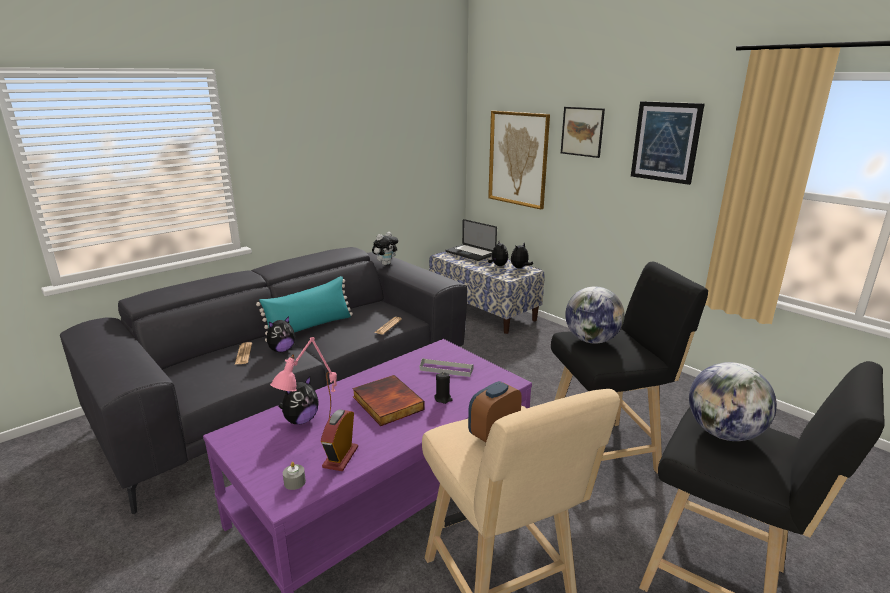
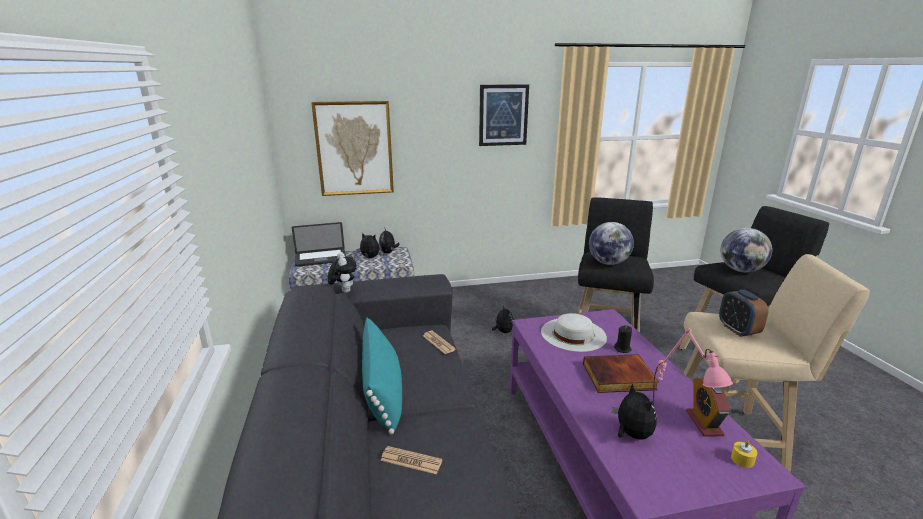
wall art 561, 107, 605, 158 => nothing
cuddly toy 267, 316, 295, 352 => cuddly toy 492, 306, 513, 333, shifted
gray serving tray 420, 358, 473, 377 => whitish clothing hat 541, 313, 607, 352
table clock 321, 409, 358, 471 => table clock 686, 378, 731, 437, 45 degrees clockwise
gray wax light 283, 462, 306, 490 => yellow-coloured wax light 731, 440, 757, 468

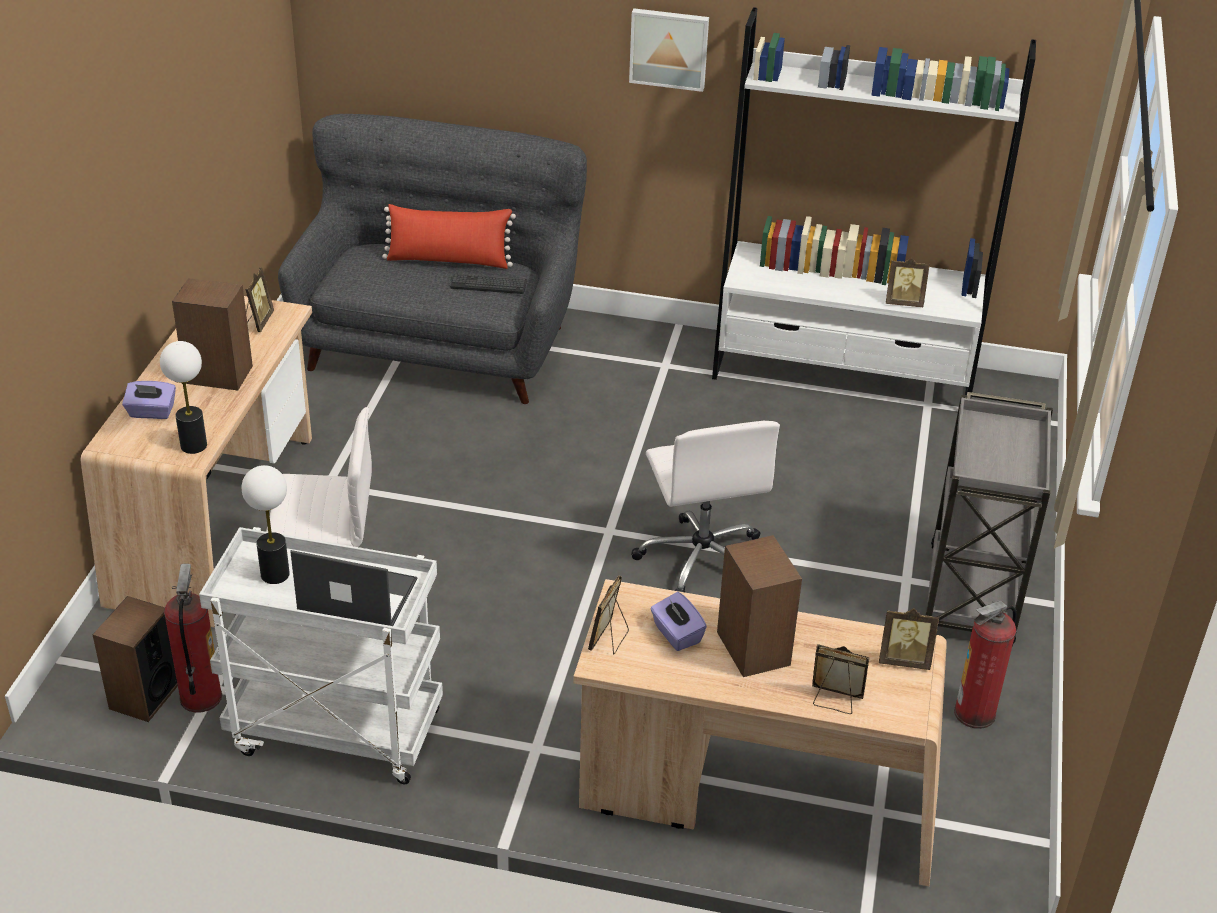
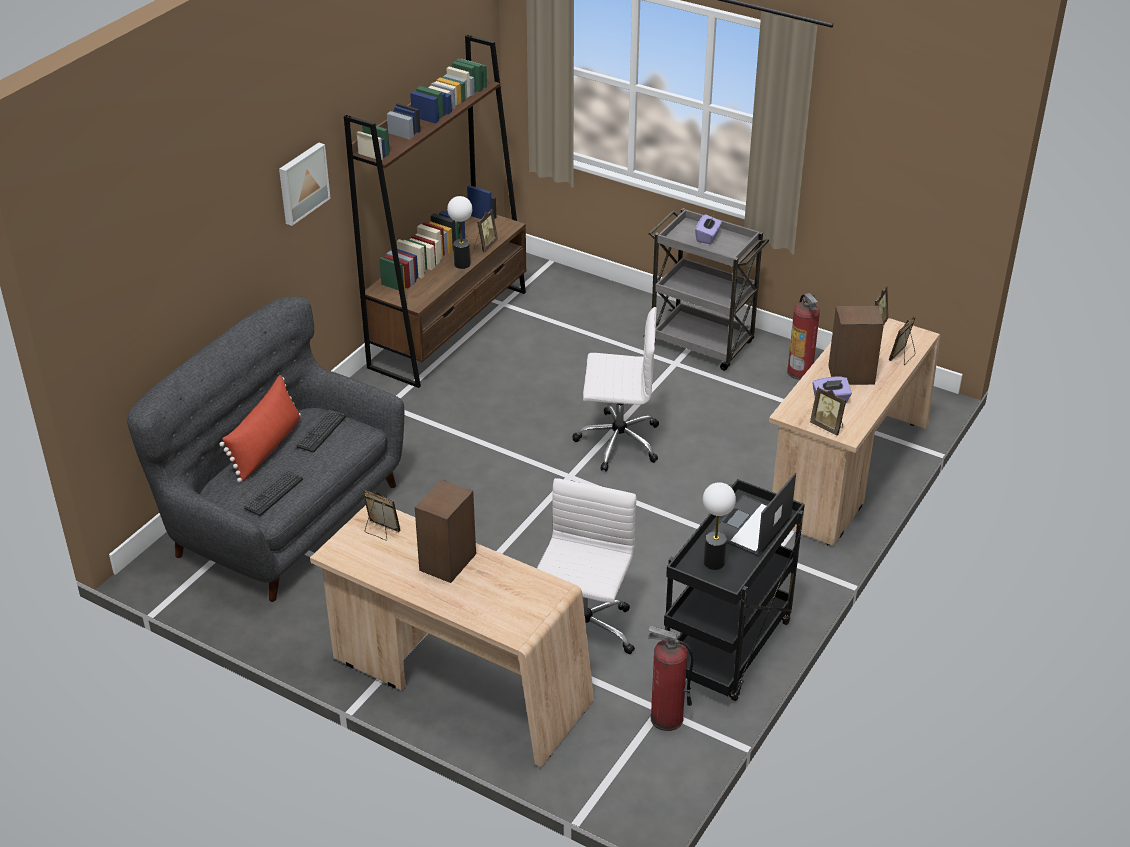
whitish bookshelf 712, 7, 1036, 399 => brown bookshelf 344, 35, 526, 388
tabletop lamp 160, 341, 207, 454 => tabletop lamp 447, 196, 472, 269, shifted
purple box of tissues 122, 381, 176, 419 => purple box of tissues 695, 214, 722, 244, shifted
whitish trolley 199, 527, 443, 784 => black trolley 664, 479, 805, 701
loudspeaker 93, 596, 178, 722 => nothing
nothing => keyboard 244, 470, 303, 516

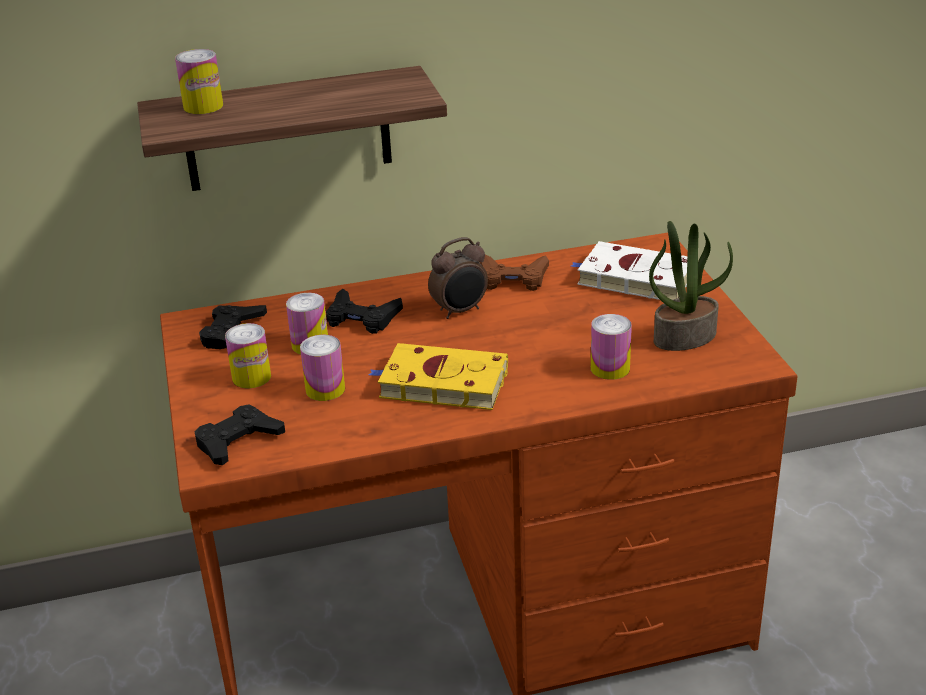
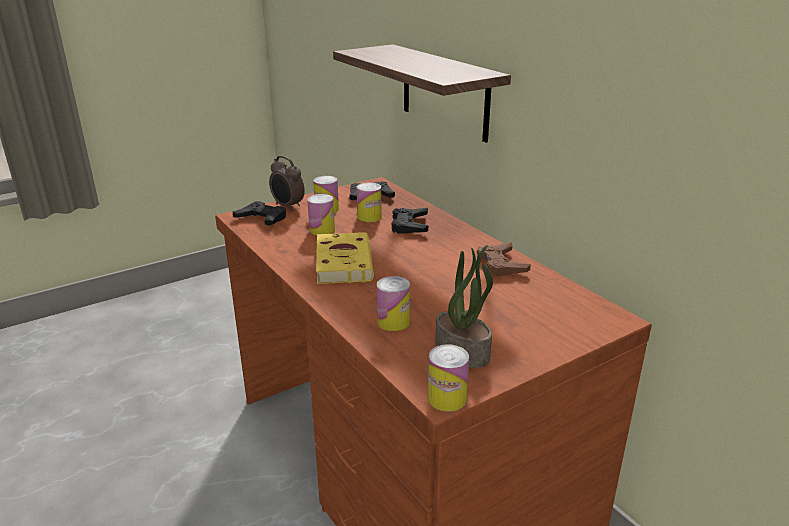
can 175, 49, 223, 114 => can 428, 344, 469, 411, shifted
table clock 428, 237, 488, 319 => table clock 269, 156, 305, 211, shifted
whitish volume 571, 241, 687, 300 => nothing

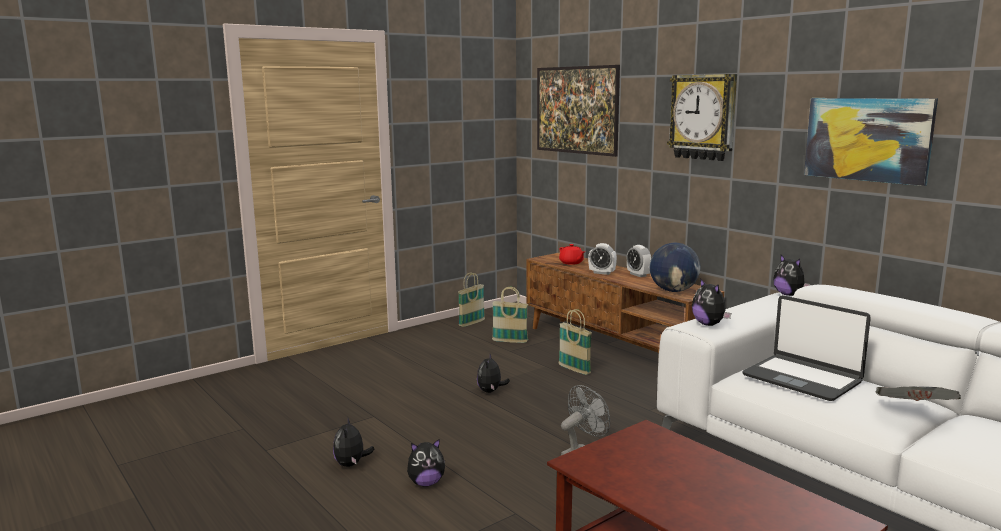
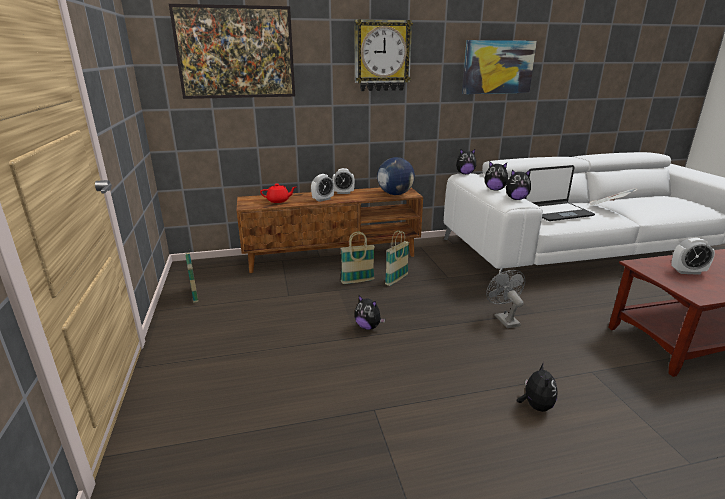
basket 492, 287, 528, 343 => basket 385, 230, 410, 286, shifted
cuddly toy 333, 418, 374, 467 => cuddly toy 485, 161, 508, 191, shifted
nothing => table clock 671, 238, 715, 275

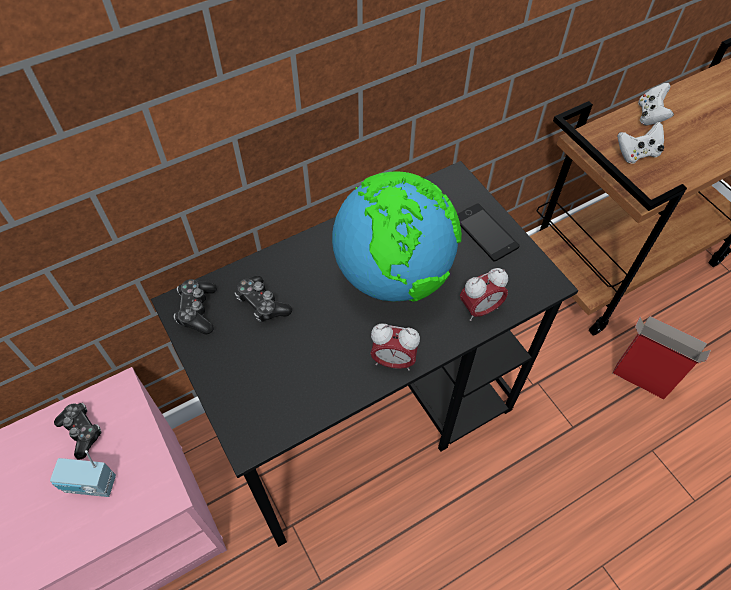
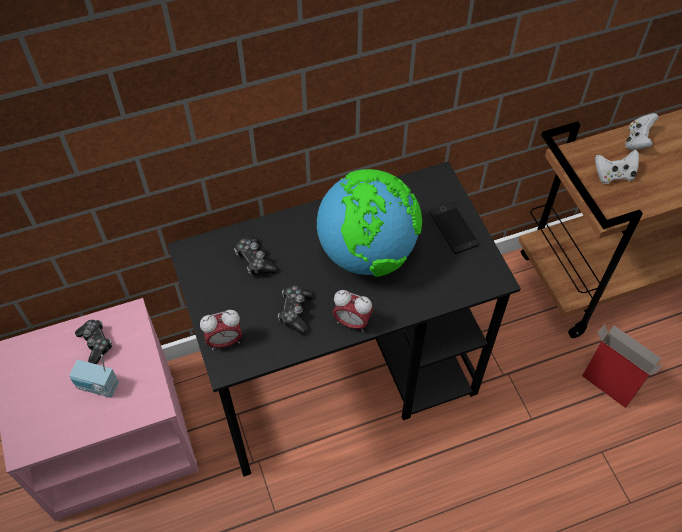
table clock 460, 268, 508, 321 => table clock 200, 310, 242, 350, shifted
gamepad 174, 279, 217, 334 => gamepad 278, 285, 314, 334, shifted

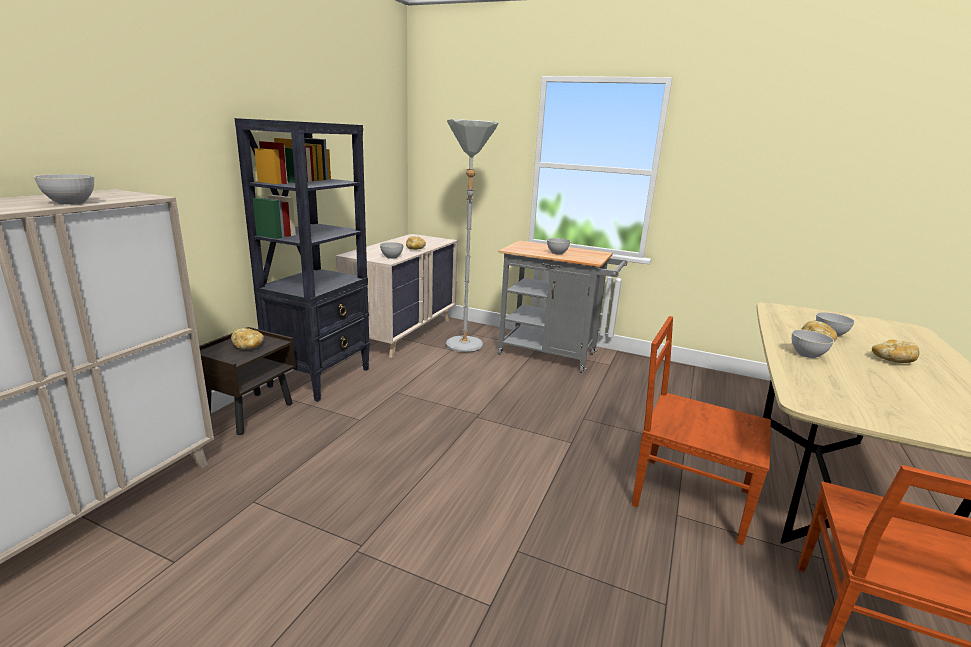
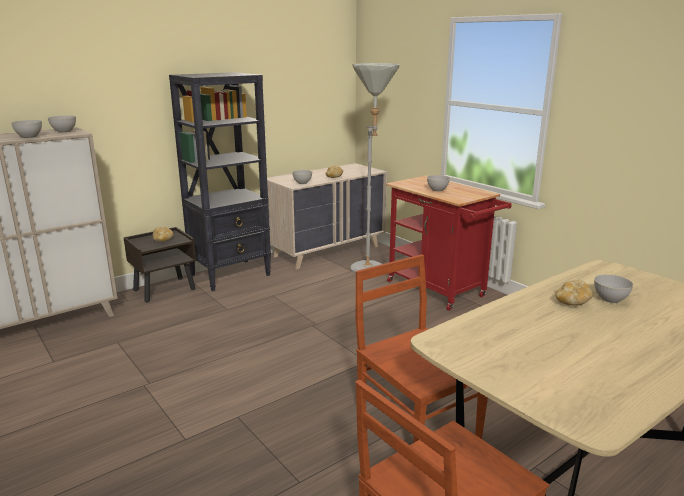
gray trolley 498, 241, 627, 373 => reddish trolley 386, 176, 512, 311
gray bowl 792, 330, 834, 358 => gray bowl 48, 116, 76, 133, shifted
bakery bread 872, 340, 920, 363 => nothing

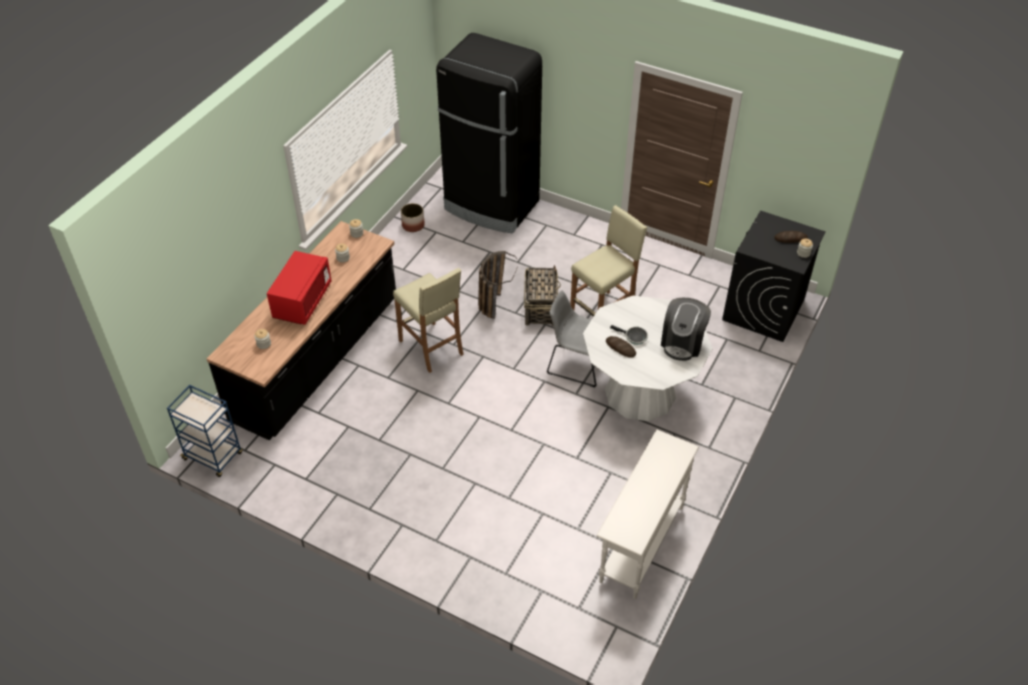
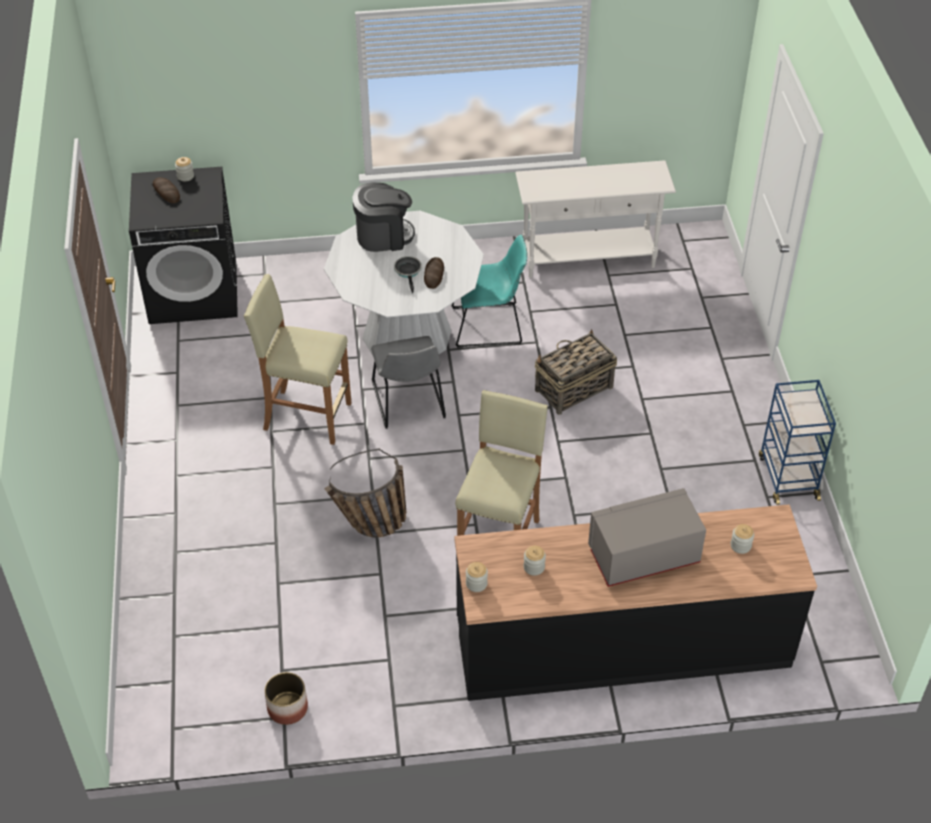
black fridge 436, 33, 542, 233 => nothing
reddish microwave 267, 251, 332, 325 => gray microwave 588, 488, 706, 587
basket 524, 265, 561, 326 => basket 535, 329, 617, 415, shifted
blue-coloured trolley 167, 385, 243, 477 => blue-coloured trolley 759, 380, 836, 505, shifted
nothing => turquoise-coloured chair 451, 235, 527, 348

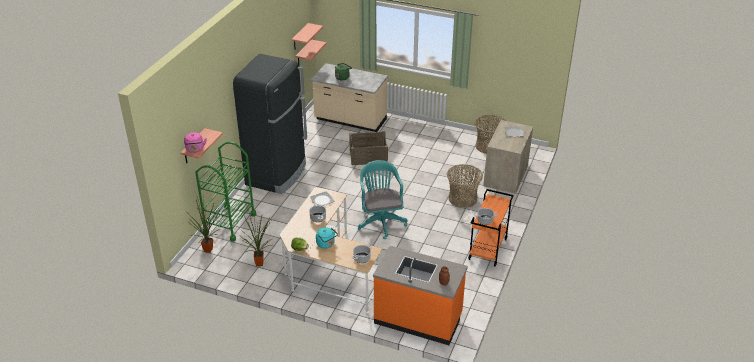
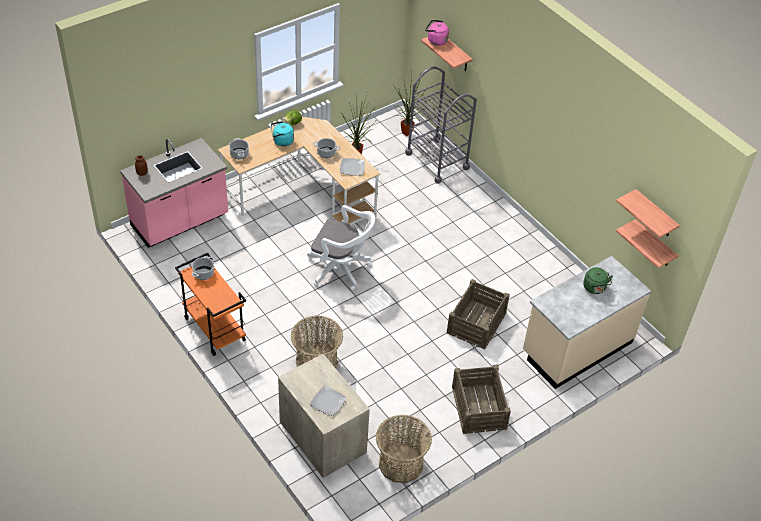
black fridge 233, 54, 307, 194 => nothing
green trolley 195, 142, 256, 242 => gray trolley 405, 67, 477, 184
turquoise-coloured computer chair 358, 160, 407, 239 => whitish computer chair 307, 205, 375, 290
orangey counter 373, 246, 468, 345 => pink counter 120, 138, 228, 248
nothing => crate 452, 364, 511, 434

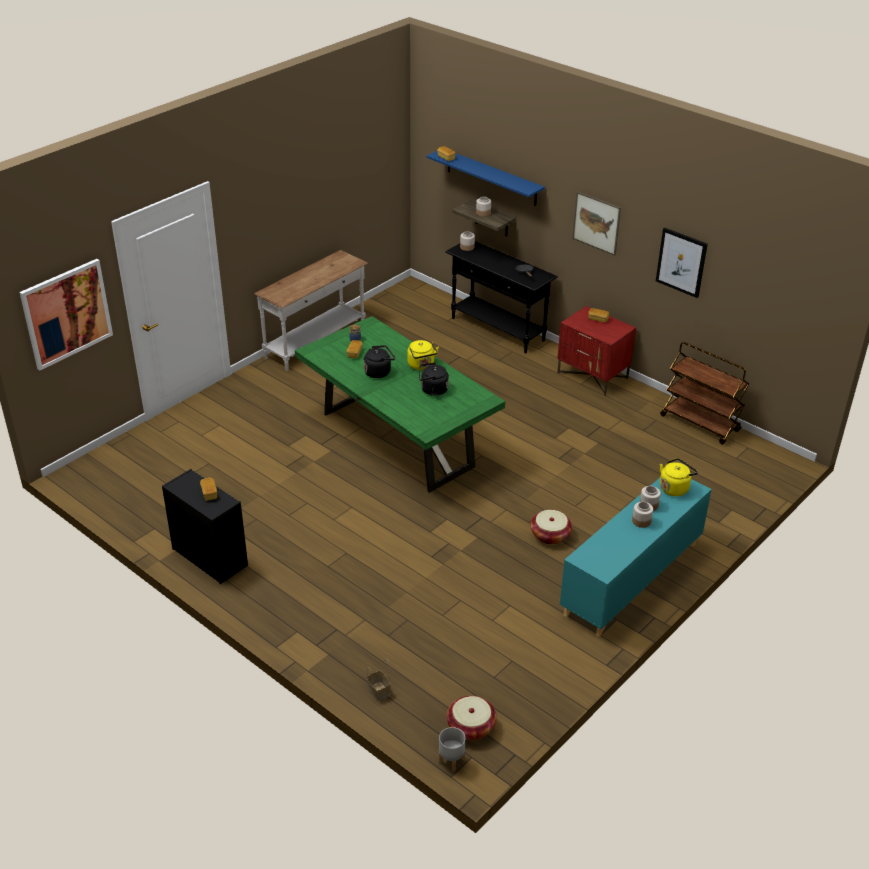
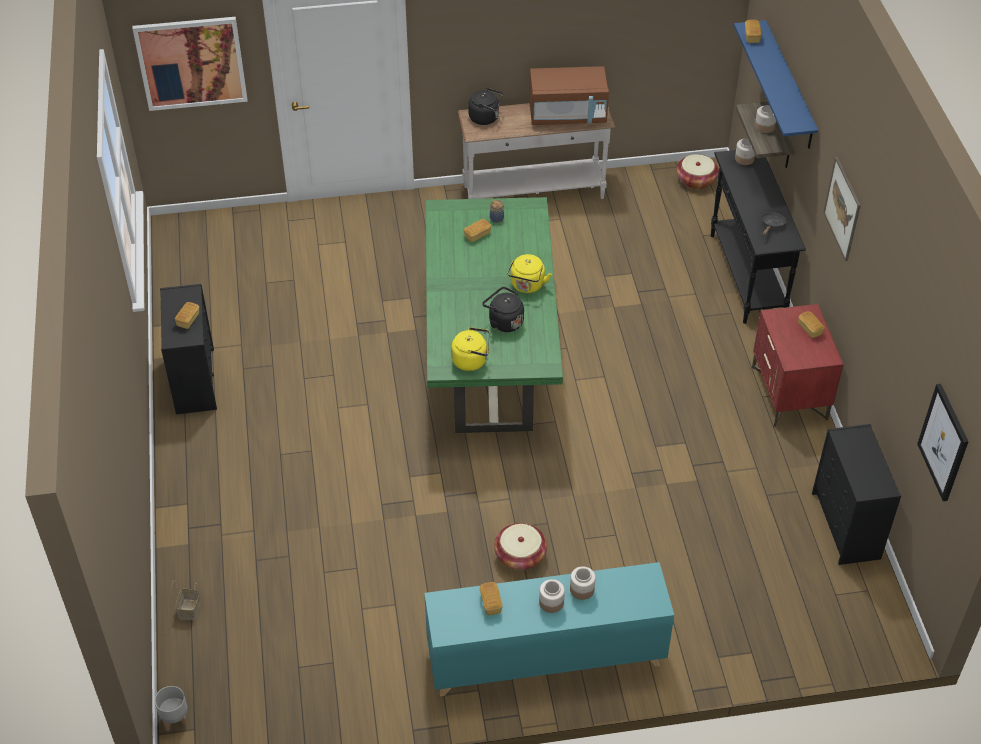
wall art 656, 228, 708, 298 => wall art 917, 384, 969, 501, shifted
brown trolley 660, 342, 749, 445 => black chest of drawers 812, 424, 901, 565
black kettle 364, 345, 395, 378 => black kettle 468, 88, 503, 125, shifted
yellow-coloured kettle 660, 458, 698, 496 => yellow-coloured kettle 451, 327, 490, 371, shifted
basket 447, 696, 497, 740 => basket 676, 154, 719, 189, shifted
nothing => brown microwave 529, 66, 609, 125
nothing => bakery bread 480, 582, 503, 615

